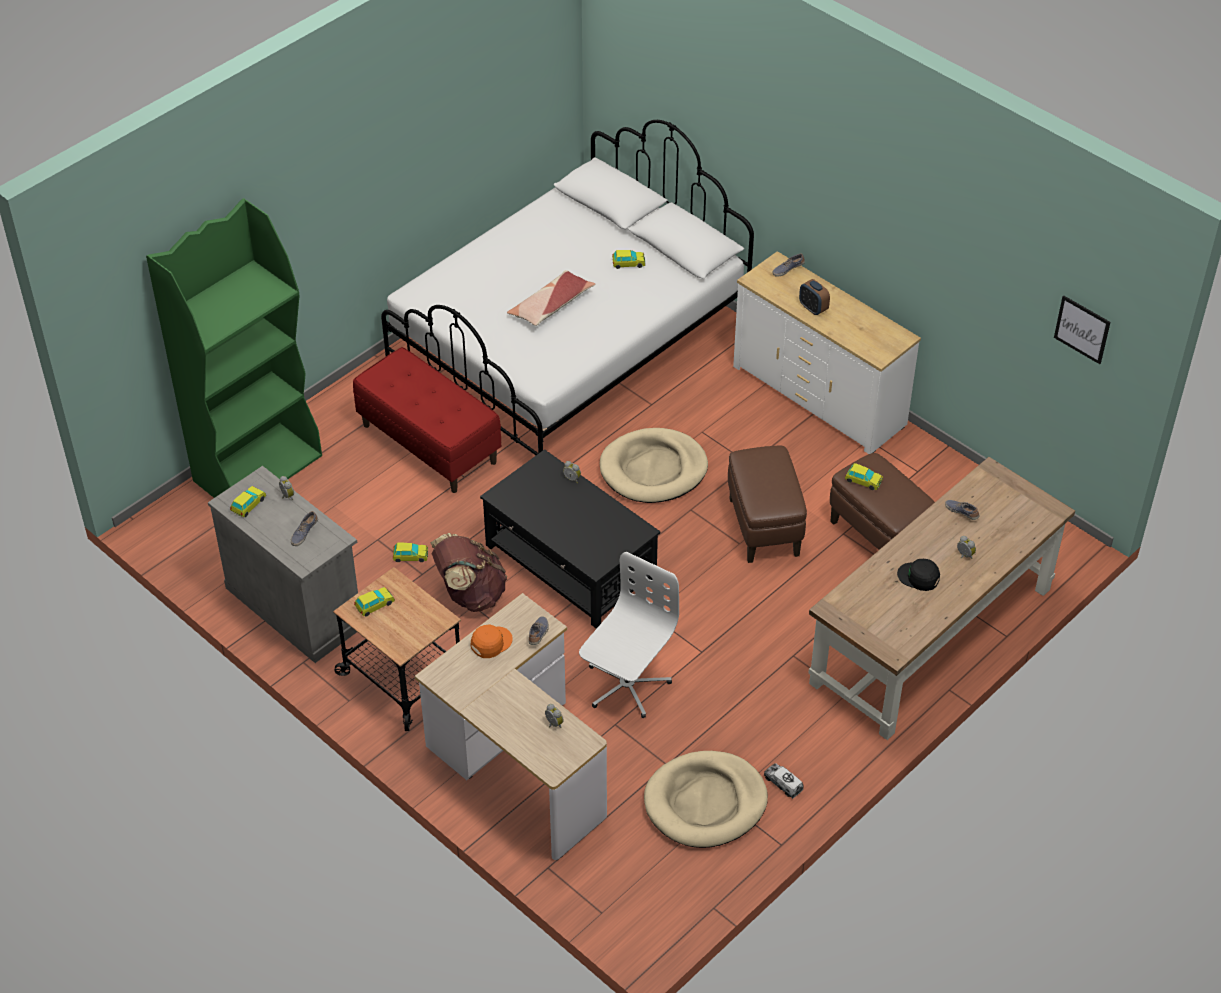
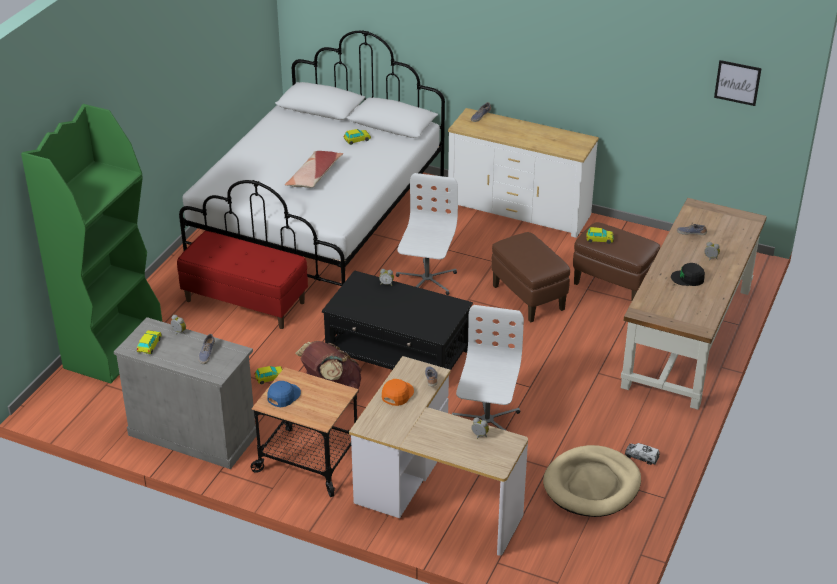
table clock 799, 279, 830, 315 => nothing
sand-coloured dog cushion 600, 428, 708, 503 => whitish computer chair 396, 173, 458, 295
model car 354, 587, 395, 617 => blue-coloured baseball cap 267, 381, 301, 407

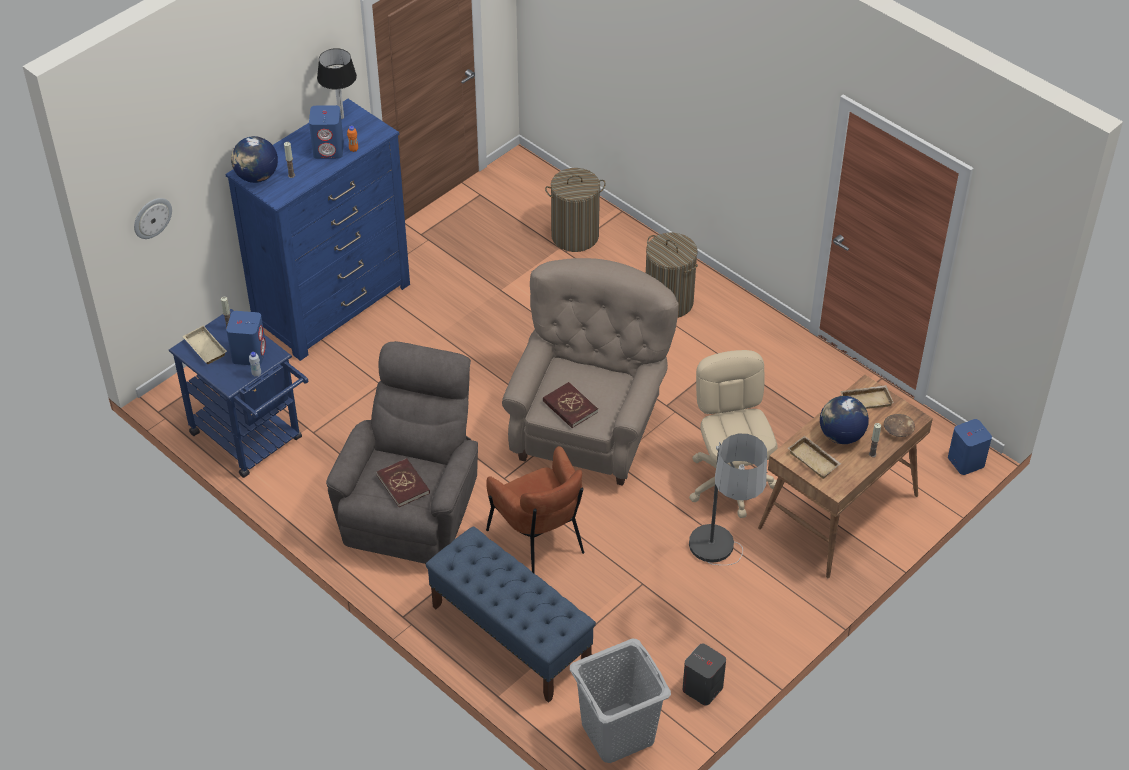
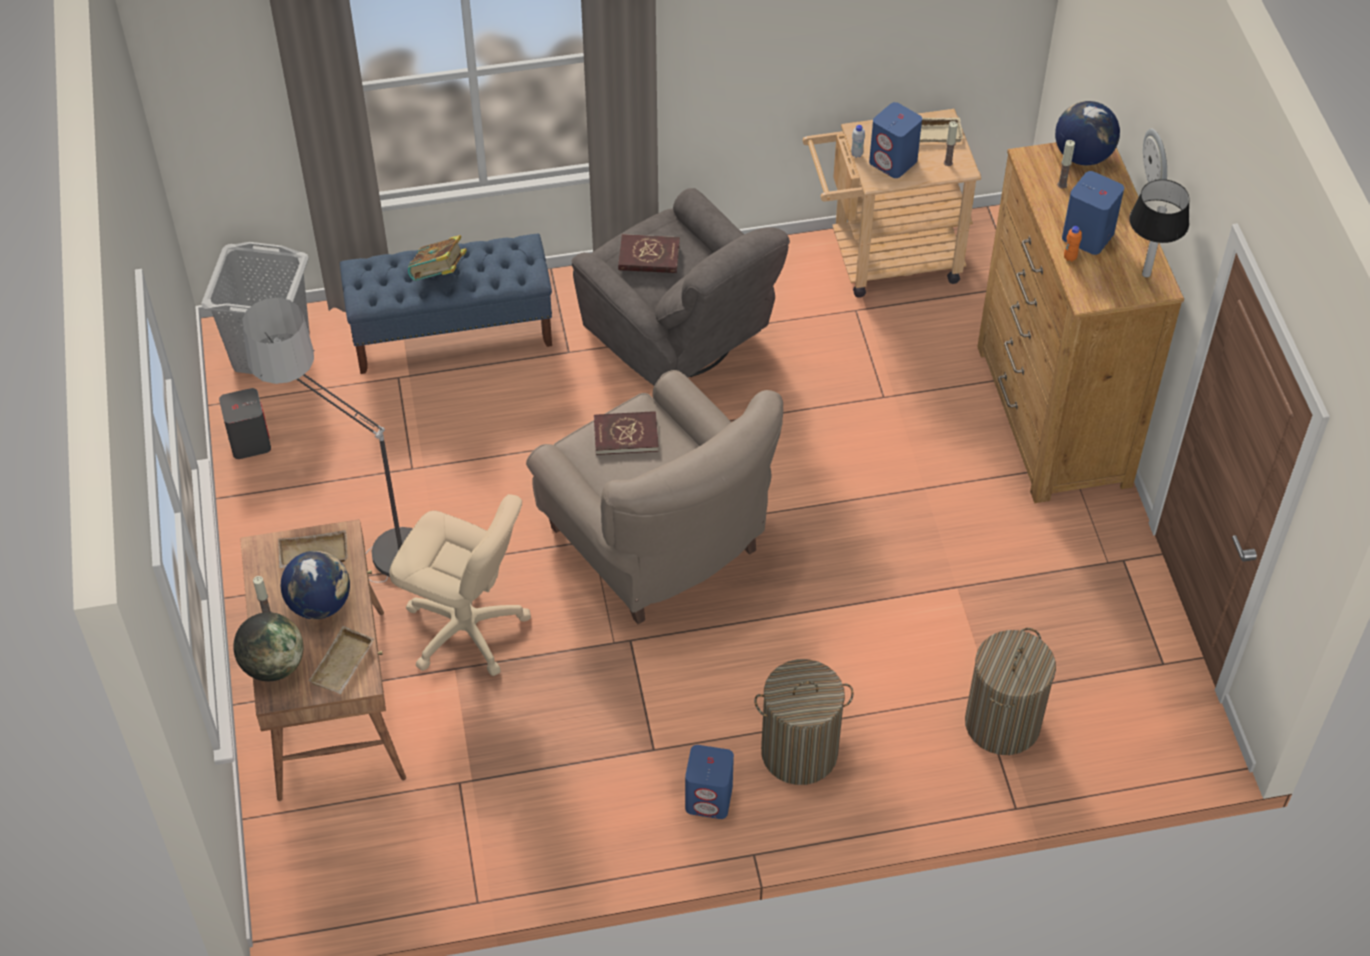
blue-coloured chest of drawers 226, 99, 410, 361 => brown chest of drawers 977, 142, 1184, 503
wall clock 134, 198, 172, 239 => wall clock 1143, 128, 1167, 182, shifted
blue-coloured trolley 169, 309, 309, 478 => sand-coloured trolley 802, 109, 981, 298
brown bowl 884, 414, 915, 437 => desk globe 233, 612, 303, 681
blue-coloured loudspeaker 948, 419, 992, 475 => blue-coloured loudspeaker 685, 745, 734, 819, shifted
brown armchair 486, 446, 584, 573 => nothing
nothing => volume 408, 235, 467, 281

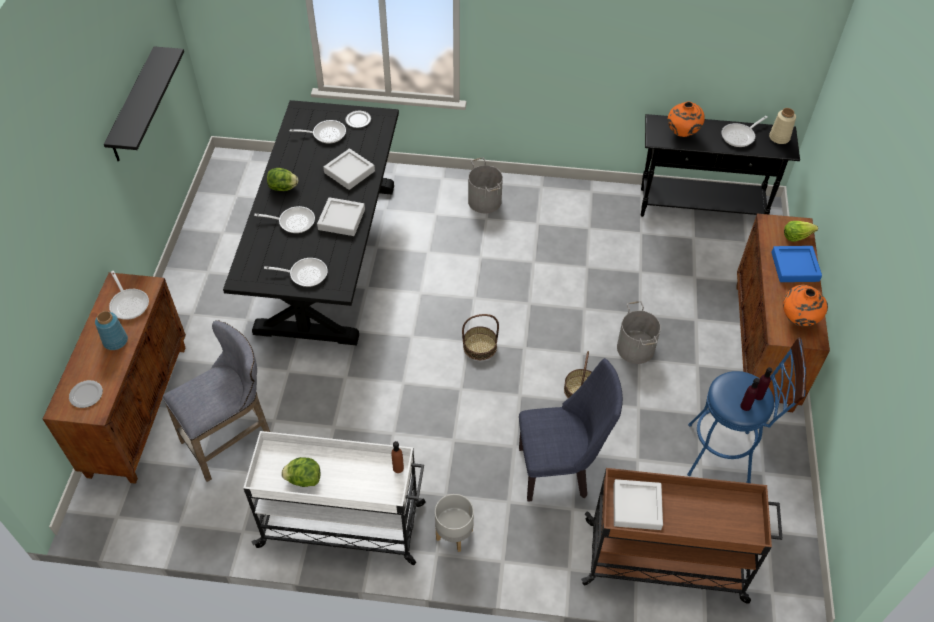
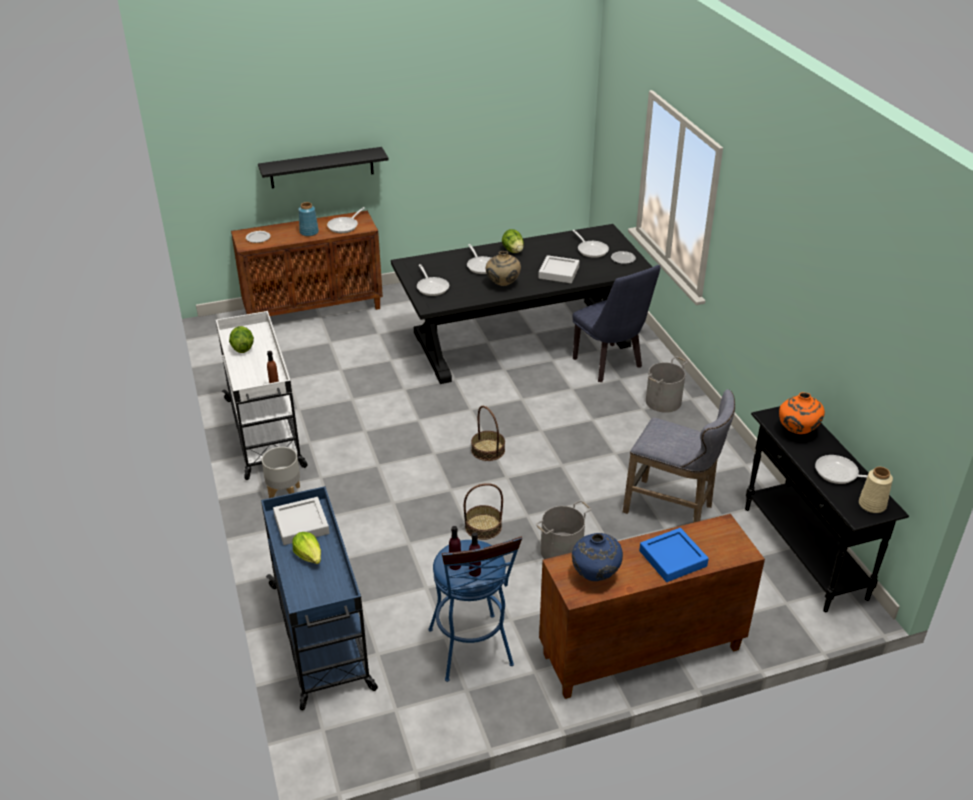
black bracket shelf 104, 46, 184, 161 => black bracket shelf 258, 147, 389, 189, shifted
gray serving tray 317, 197, 365, 236 => sand-coloured flower vase 486, 251, 521, 286
lettuce 784, 221, 818, 242 => lettuce 292, 532, 321, 564, shifted
orangey flower vase 783, 285, 828, 326 => blue-coloured flower vase 572, 533, 623, 581
gray stool 162, 320, 270, 482 => gray stool 623, 389, 735, 523, shifted
blue-coloured chair 519, 358, 623, 502 => blue-coloured chair 572, 265, 660, 382, shifted
brown trolley 581, 468, 783, 604 => blue-coloured trolley 261, 486, 378, 710

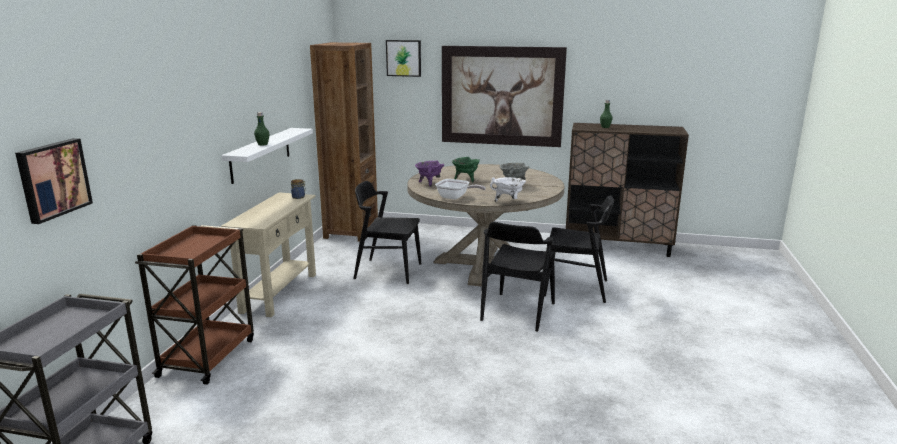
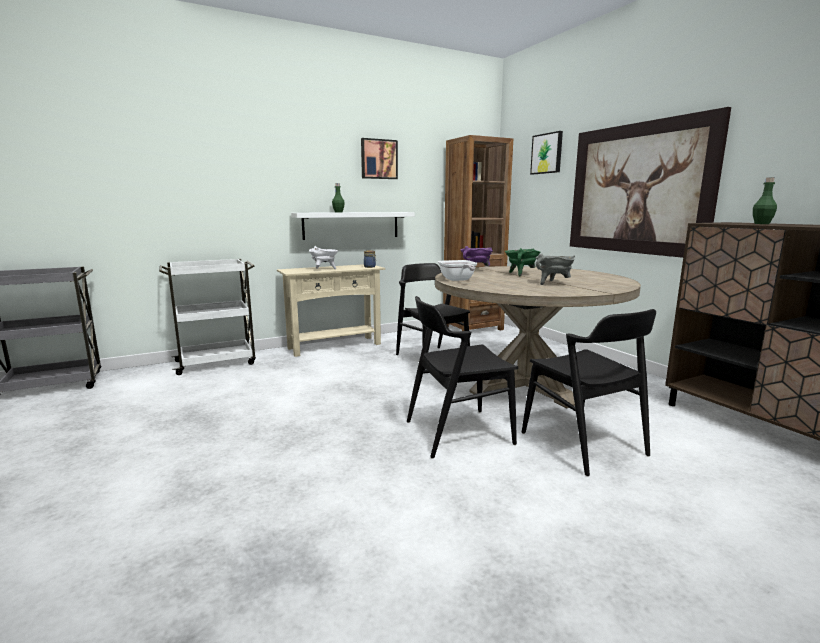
wall art 15, 138, 93, 224 => wall art 361, 138, 398, 179, shifted
whitish cooking pot 490, 177, 526, 202 => whitish cooking pot 309, 246, 338, 269, shifted
brown trolley 135, 225, 254, 385 => whitish trolley 159, 259, 256, 375

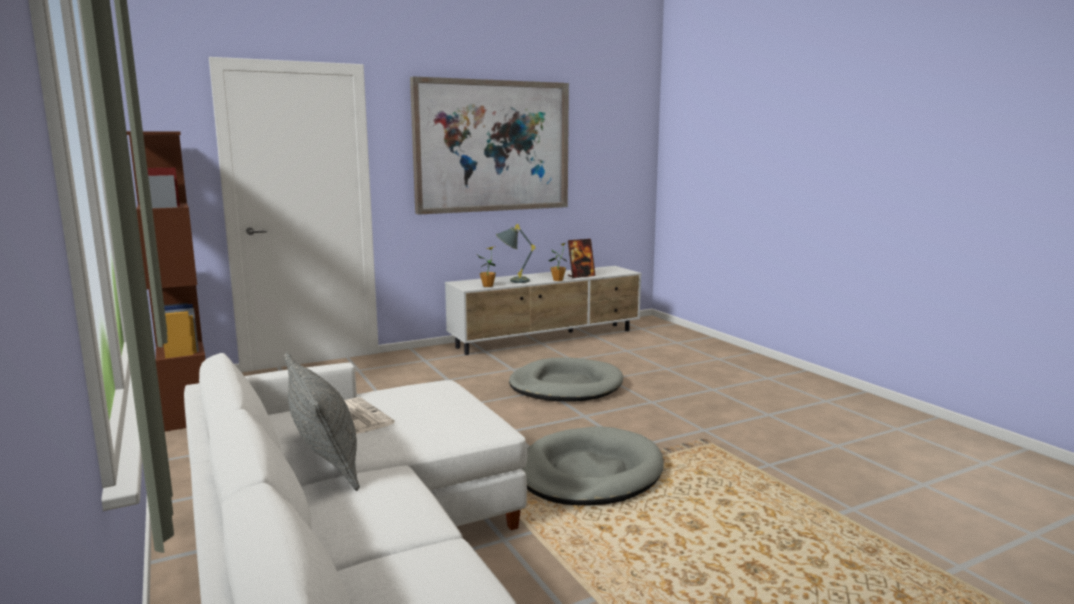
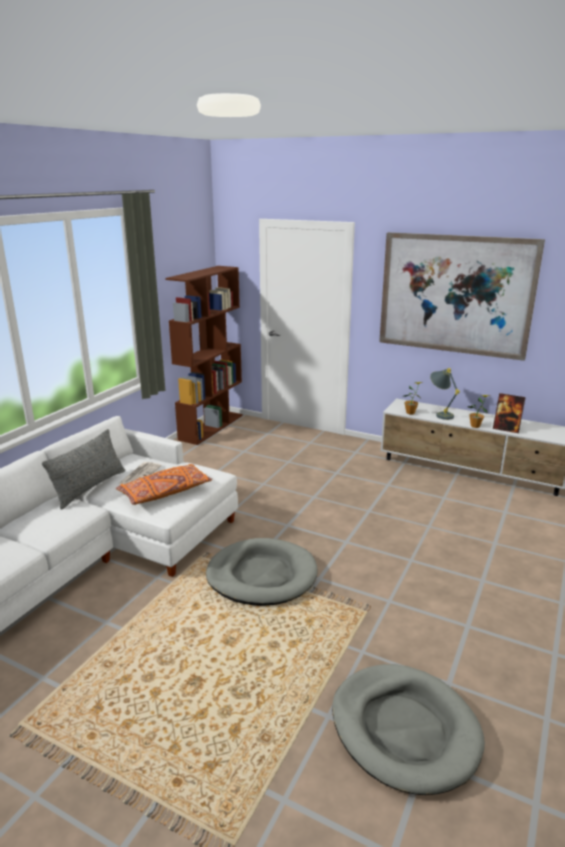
gray dog cushion 509, 357, 623, 402 => gray dog cushion 332, 664, 485, 795, shifted
nothing => orangey throw pillow 116, 464, 212, 505

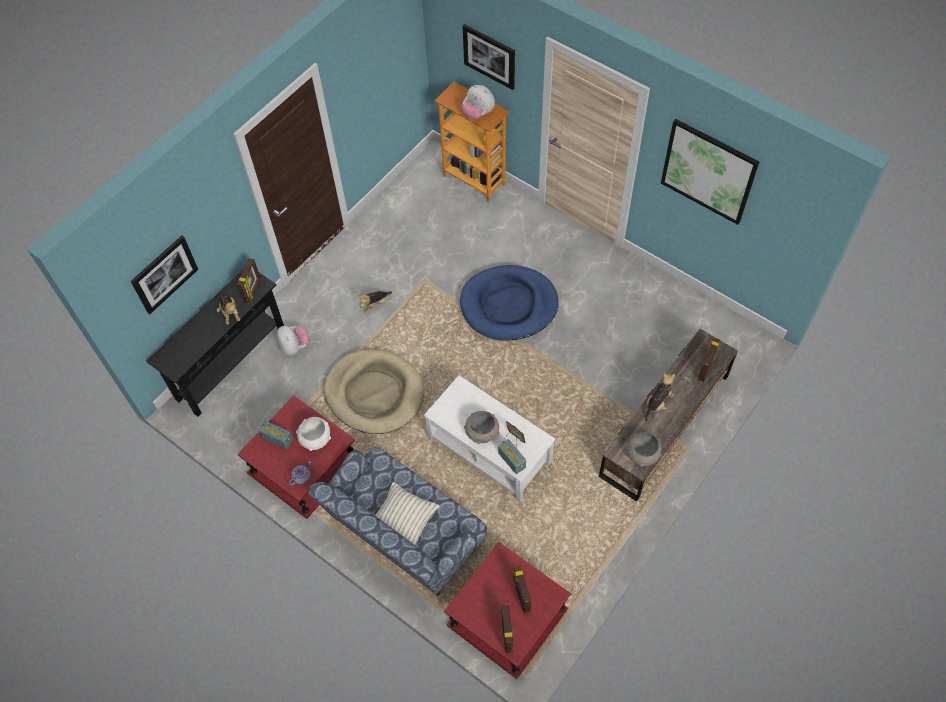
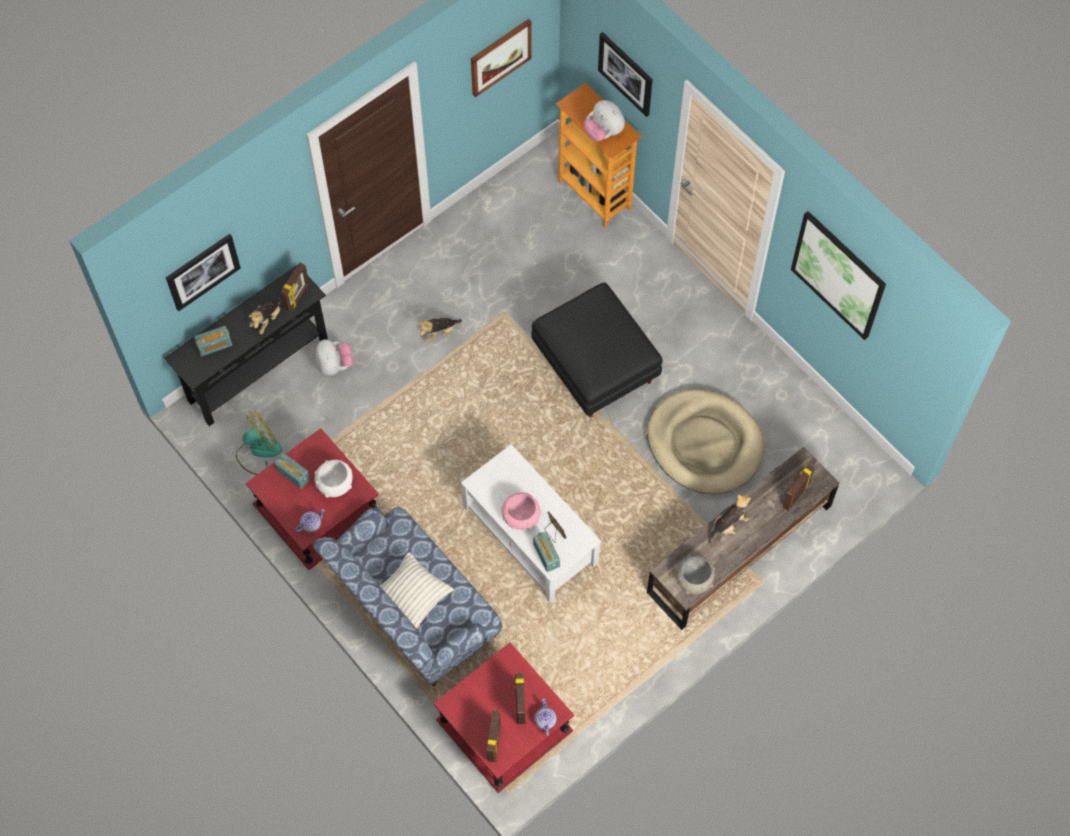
blue-coloured dog cushion 460, 265, 559, 341 => black ottoman 532, 282, 662, 417
cuddly toy 217, 295, 240, 324 => cuddly toy 249, 297, 282, 334, 45 degrees clockwise
sand-coloured dog cushion 324, 349, 424, 434 => sand-coloured dog cushion 647, 389, 765, 494, shifted
gray bowl 464, 411, 499, 444 => pink bowl 501, 493, 541, 530
nothing => wall art 471, 19, 532, 97
nothing => radio receiver 194, 326, 232, 356
nothing => fan 236, 410, 282, 475
nothing => pot for tea 535, 699, 557, 736

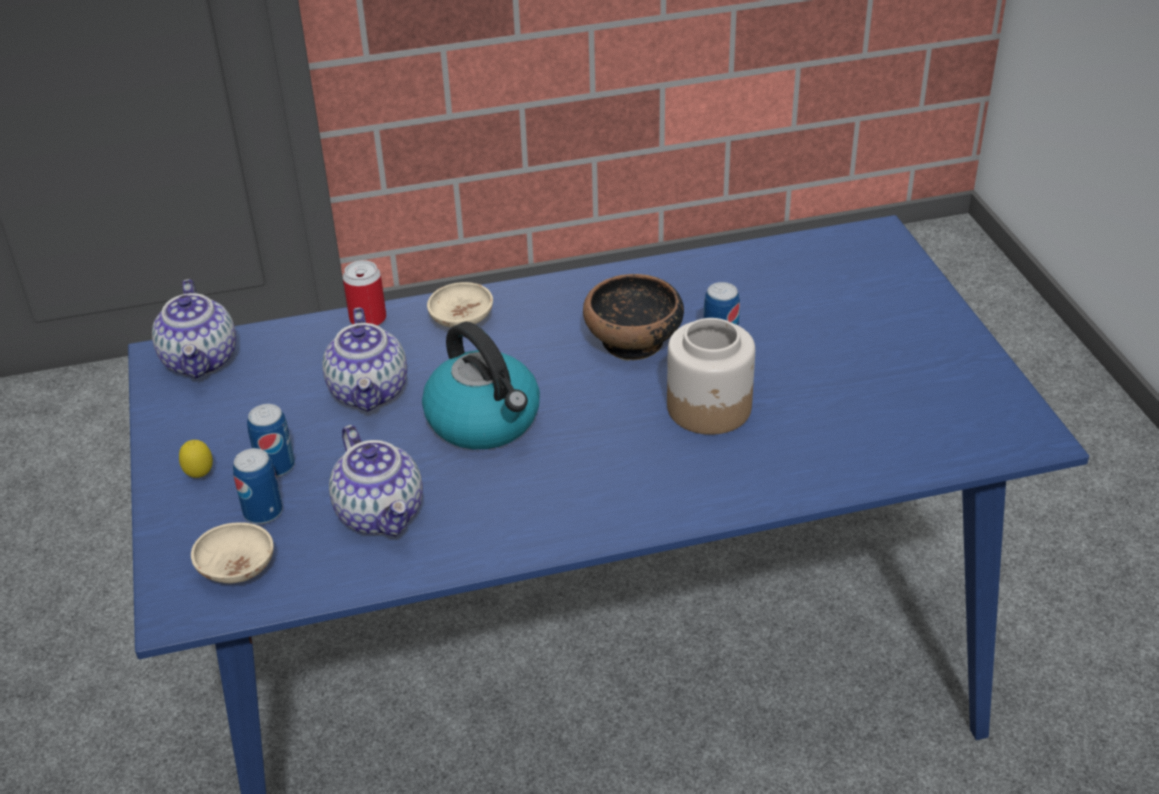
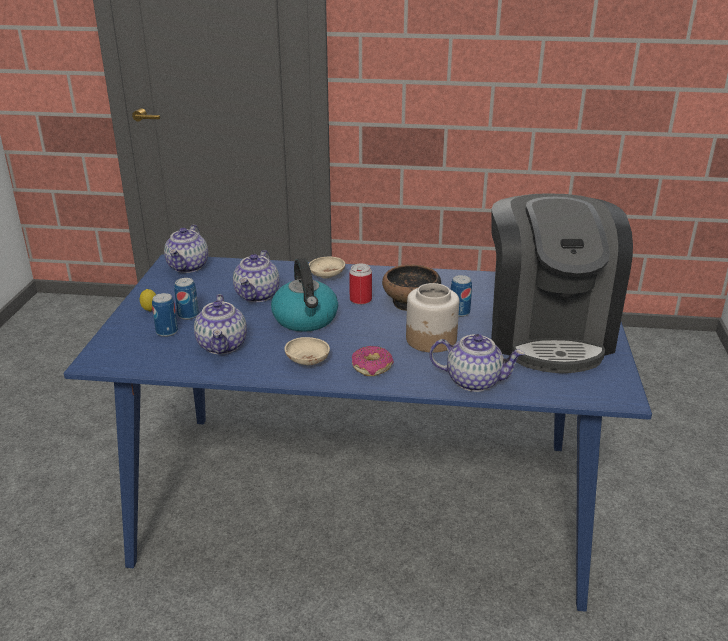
can 343, 260, 386, 326 => can 349, 263, 372, 305, shifted
sand-coloured bowl 191, 523, 274, 583 => sand-coloured bowl 284, 337, 330, 365, shifted
nothing => coffee machine 491, 194, 633, 373
nothing => pot for tea 430, 334, 525, 392
nothing => donut 352, 346, 394, 376

